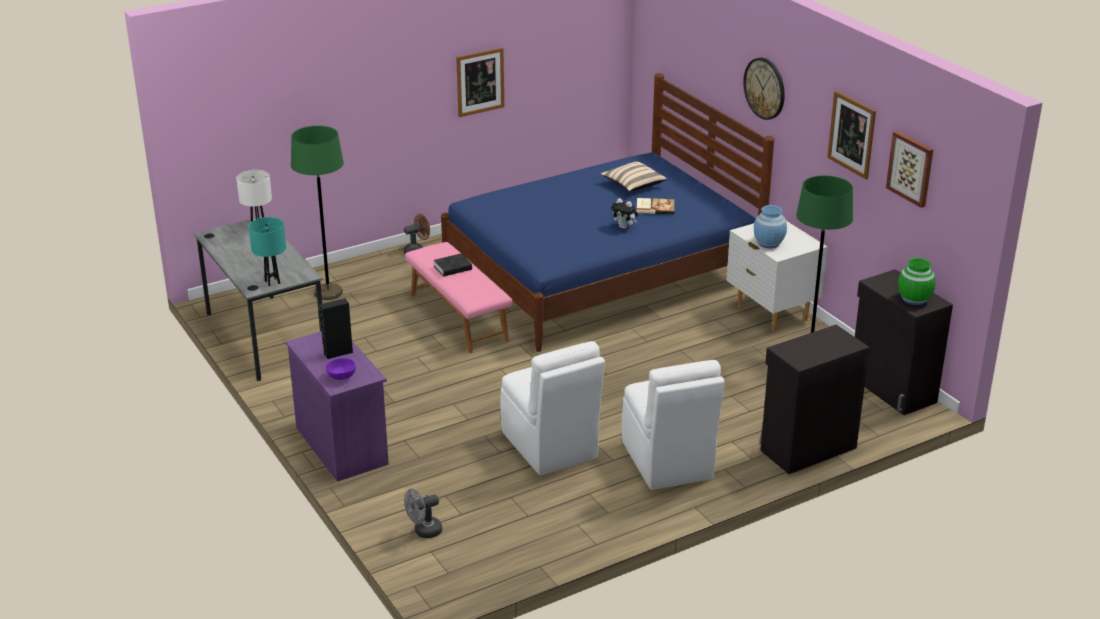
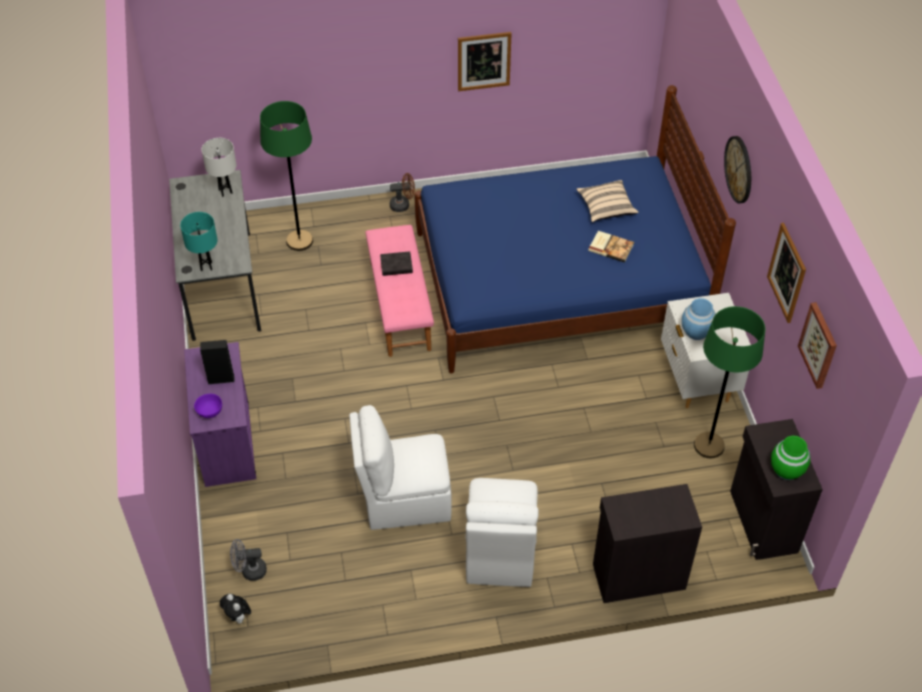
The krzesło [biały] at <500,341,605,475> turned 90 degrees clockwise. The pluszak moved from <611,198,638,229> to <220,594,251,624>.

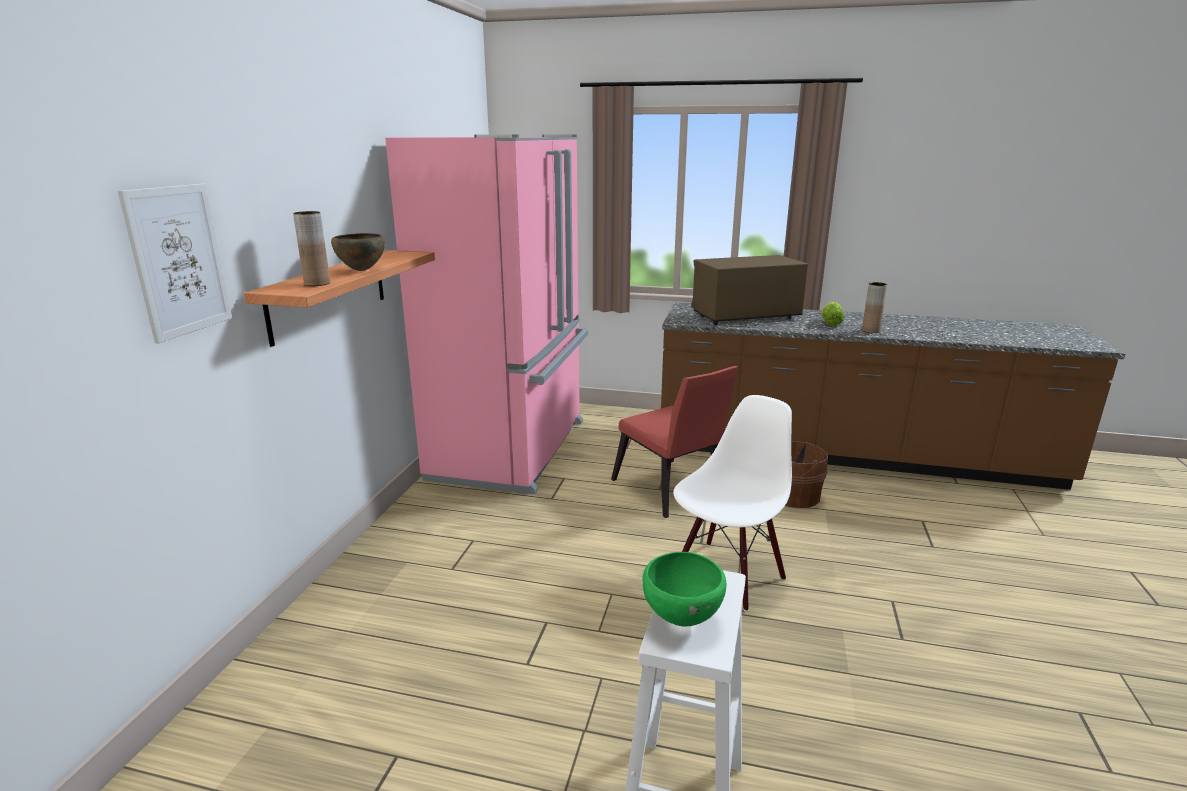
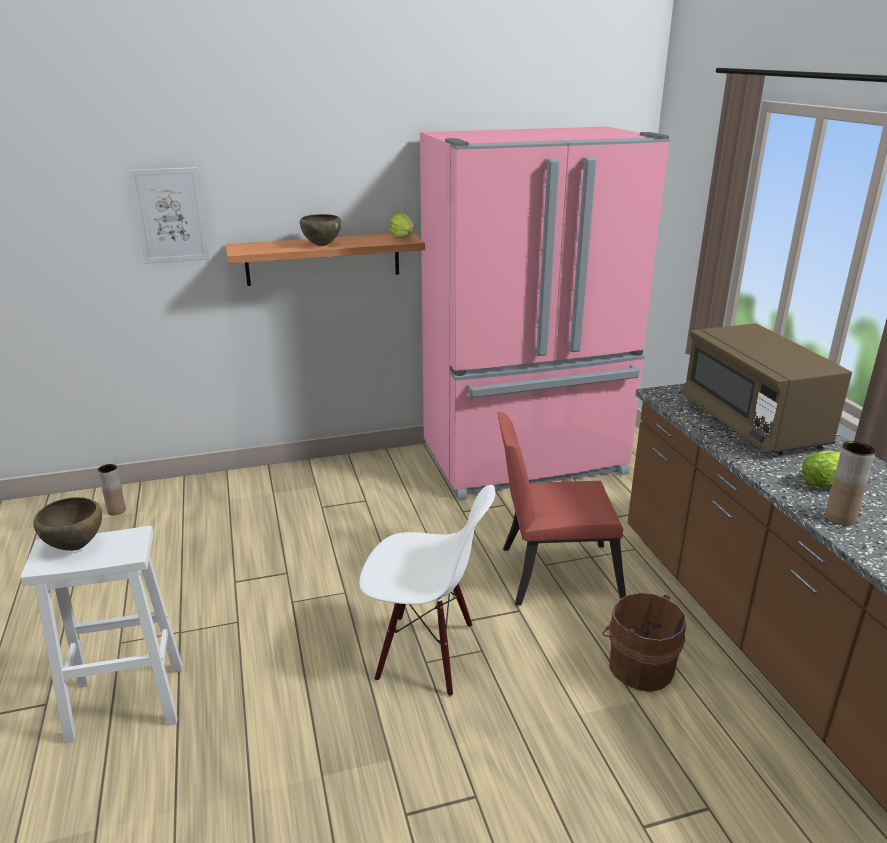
The wazon [brązowy] moved from <293,211,330,286> to <98,464,126,516>. The krzesło [czerwony] at <611,366,738,518> turned 60 degrees clockwise. The miska [zielony] at <643,552,726,626> became the miska [brązowy] at <33,497,102,551>. The mikrofalówka [brązowy] at <691,255,808,325> turned 150 degrees counterclockwise. The sałata at <389,212,414,238> appeared.

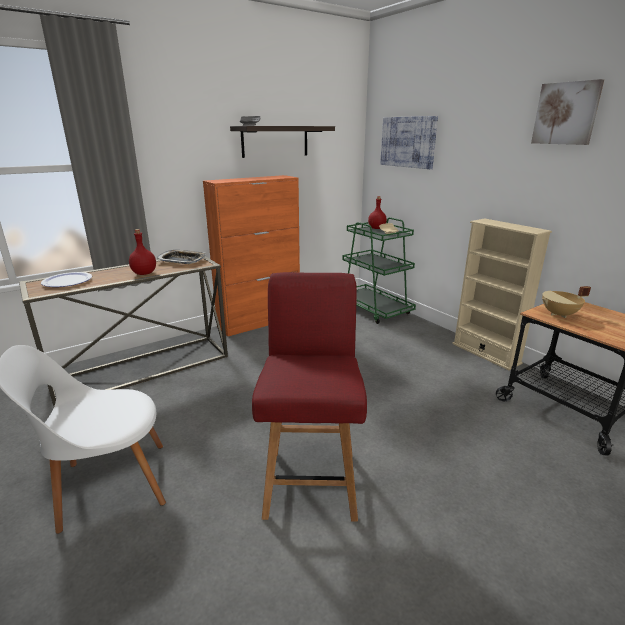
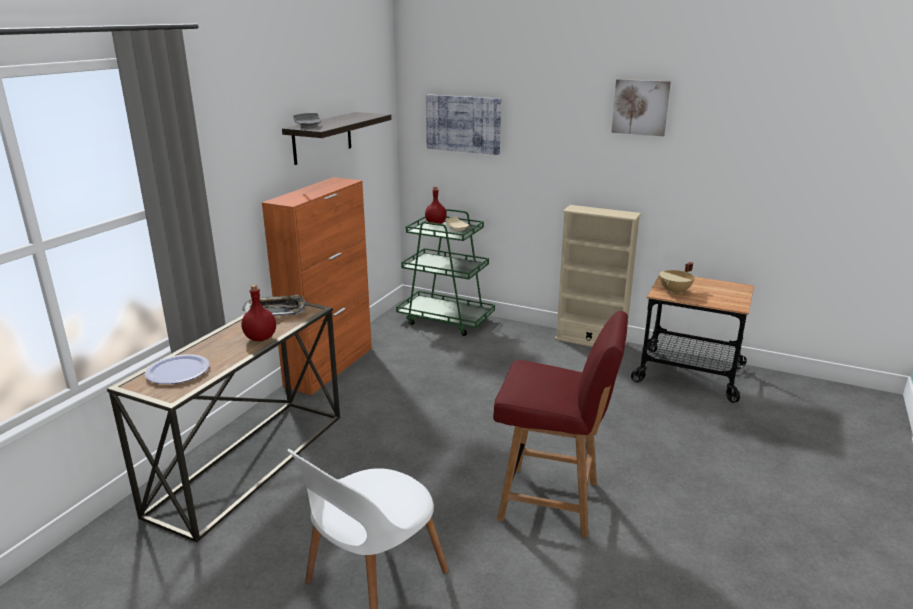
The krzesło [czerwony] at <252,272,367,522> turned 135 degrees clockwise.

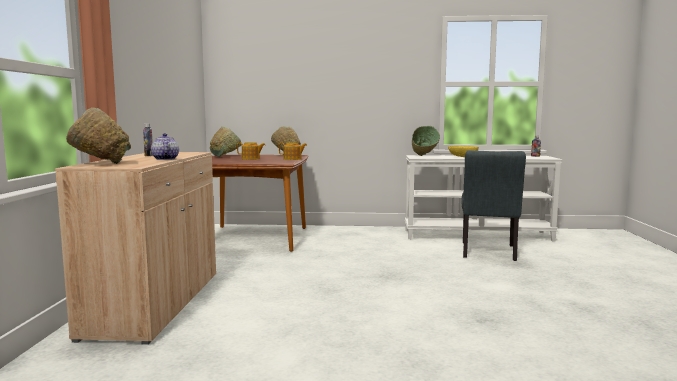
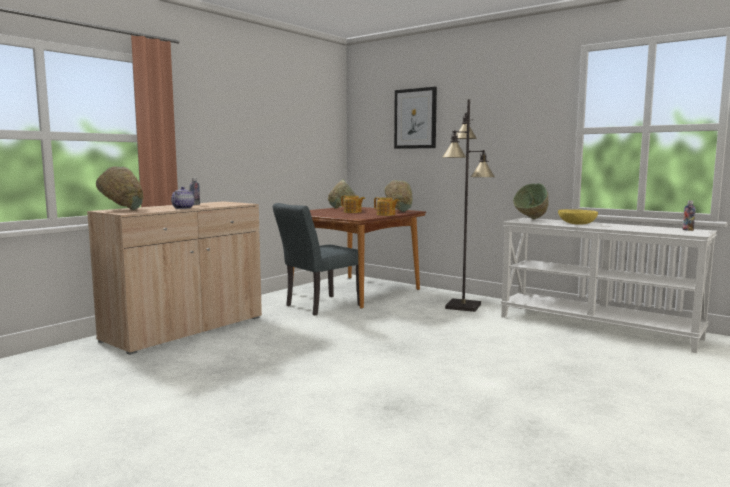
The krzesło [szary] moved from <461,150,526,261> to <273,203,360,315>. The obraz at <394,87,437,149> appeared. The lampa stojąca [czarny] at <442,99,495,312> appeared.

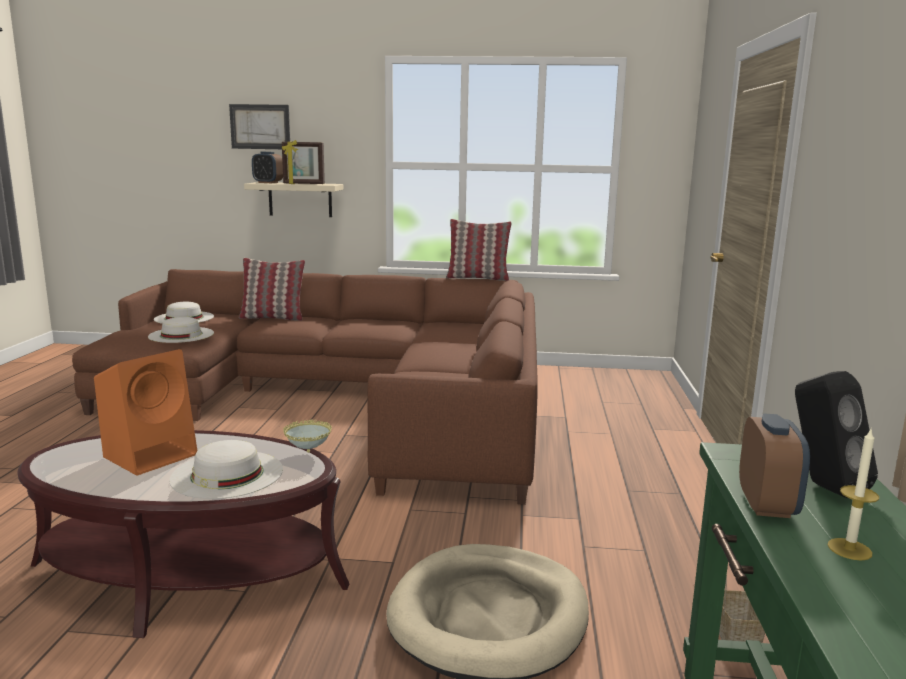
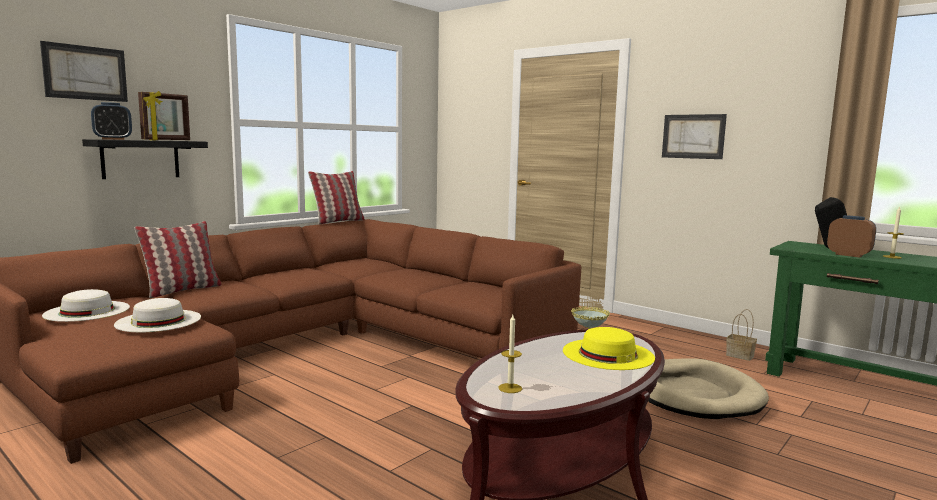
The głośnik [pomarańczowy] at <94,349,197,476> disappeared. The kapelusz [biały] at <169,440,283,499> became the kapelusz [żółty] at <563,327,655,370>. The półka [beżowy] at <244,182,343,217> became the półka [czarny] at <82,139,208,179>. The świeca at <498,315,522,393> appeared. The obraz at <662,114,727,159> appeared.

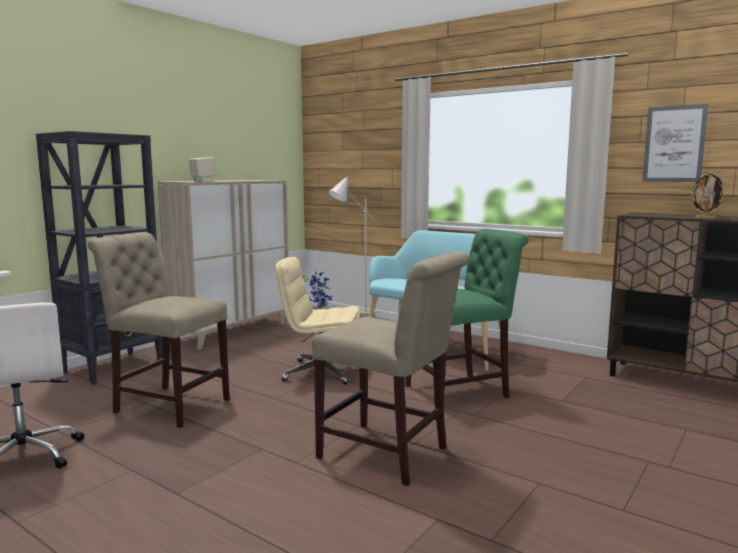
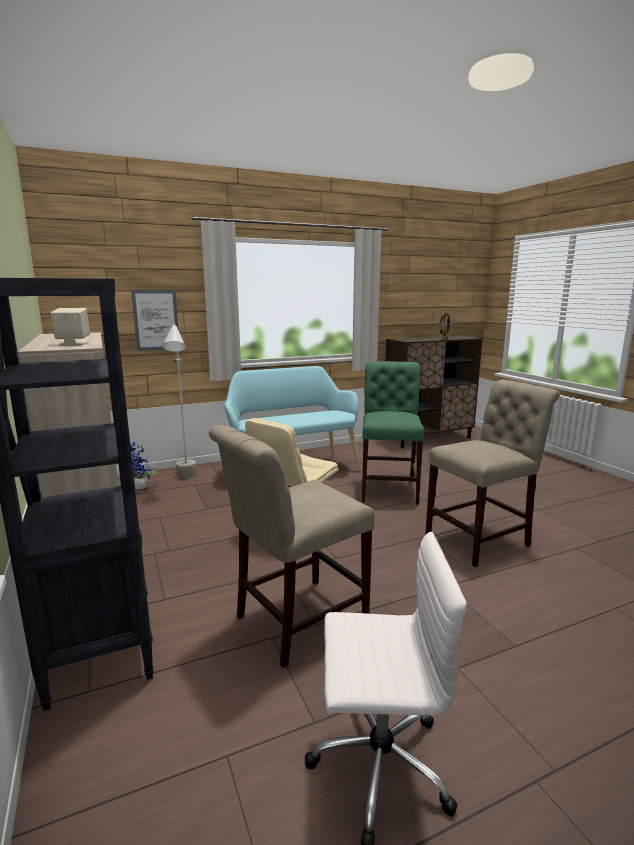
The obraz moved from <642,104,709,182> to <131,290,178,351>.

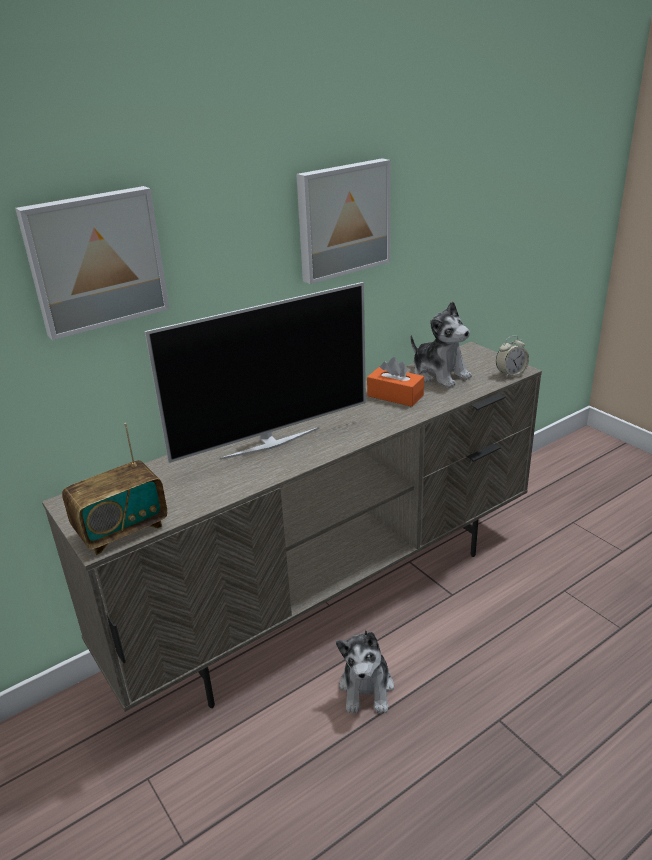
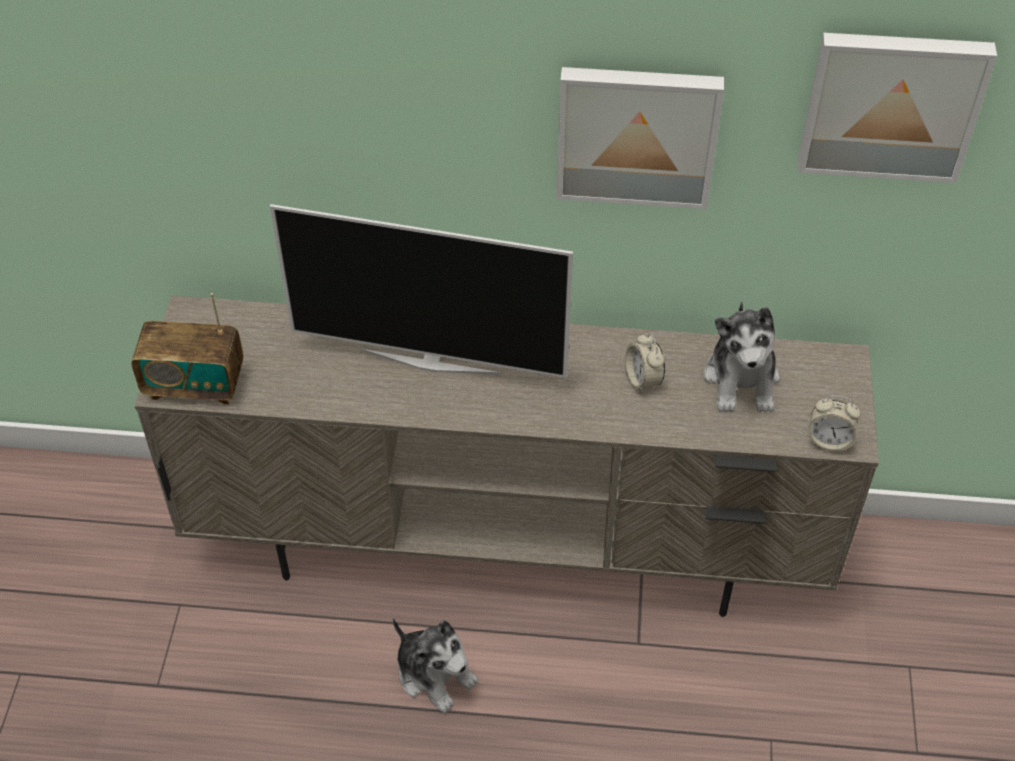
The obraz moved from <15,186,170,340> to <798,33,997,183>. The pluszak at <336,630,394,713> turned 90 degrees counterclockwise. The pudełko chusteczek [pomarańczowy] at <367,357,424,407> was replaced by the budzik at <625,333,665,394>.

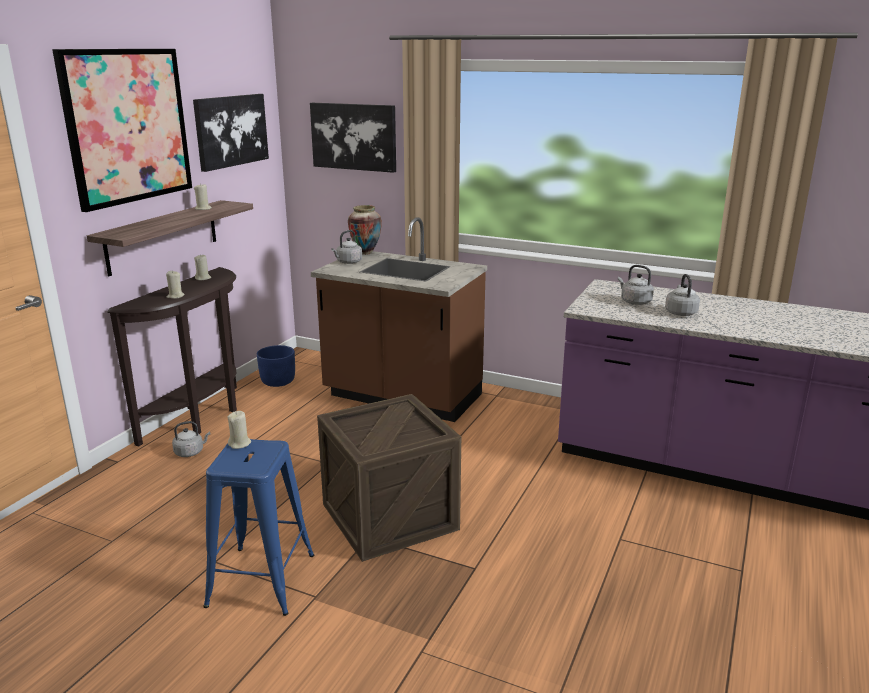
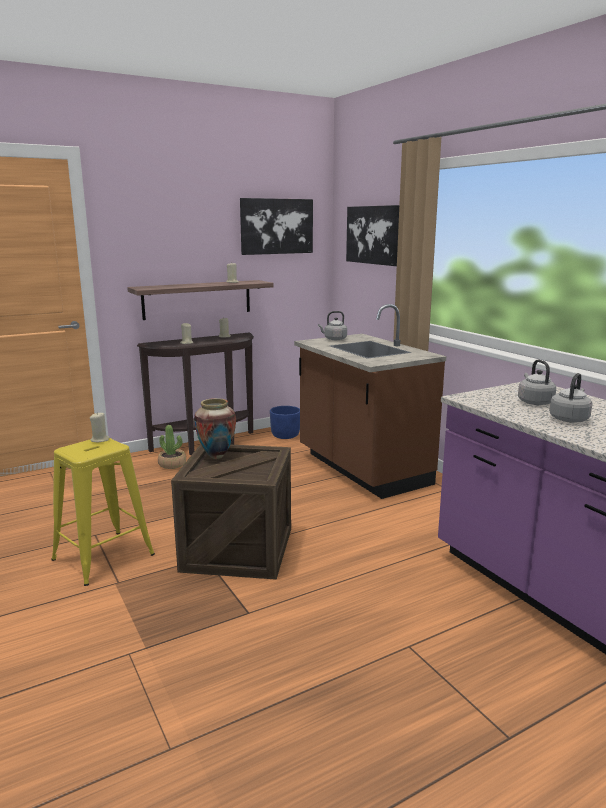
The obraz at <52,49,192,212> disappeared. The czajnik [szary] at <172,421,211,457> was replaced by the roślina doniczkowa at <158,425,186,469>. The stołek [niebieski] at <203,439,314,616> became the stołek [żółty] at <51,438,155,586>. The wazon moved from <348,205,382,255> to <194,398,236,459>.

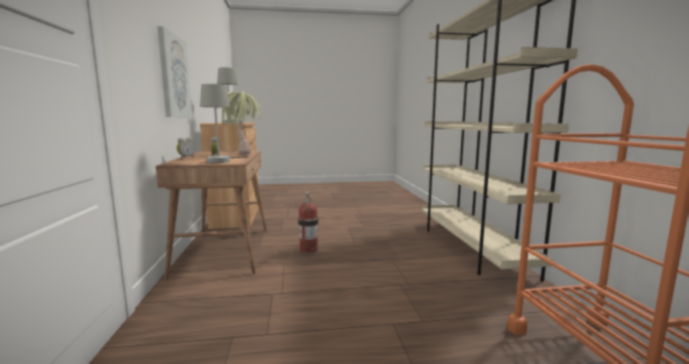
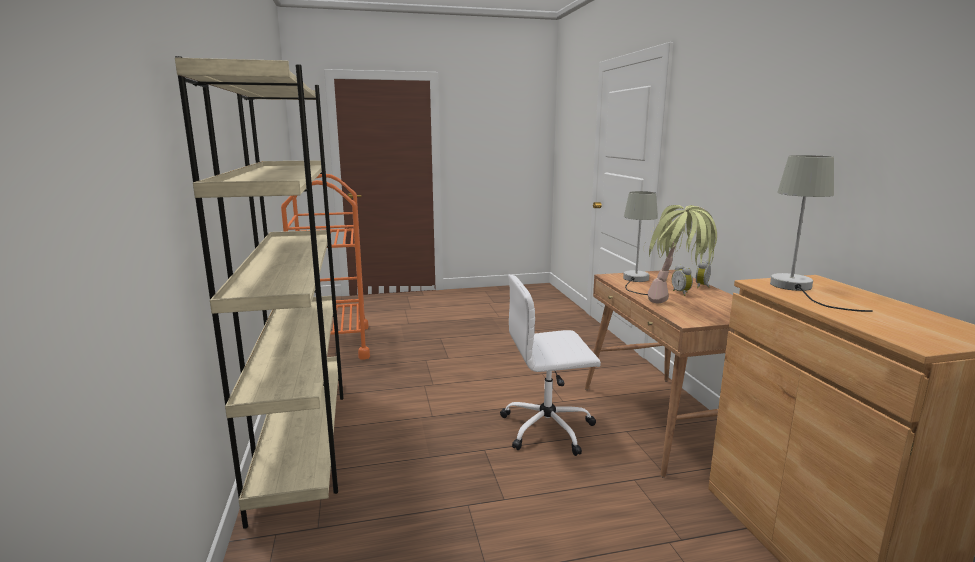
The obraz at <157,26,192,117> disappeared. The gaśnica at <298,192,318,253> was replaced by the krzesło biurowe [biały] at <500,274,601,456>.

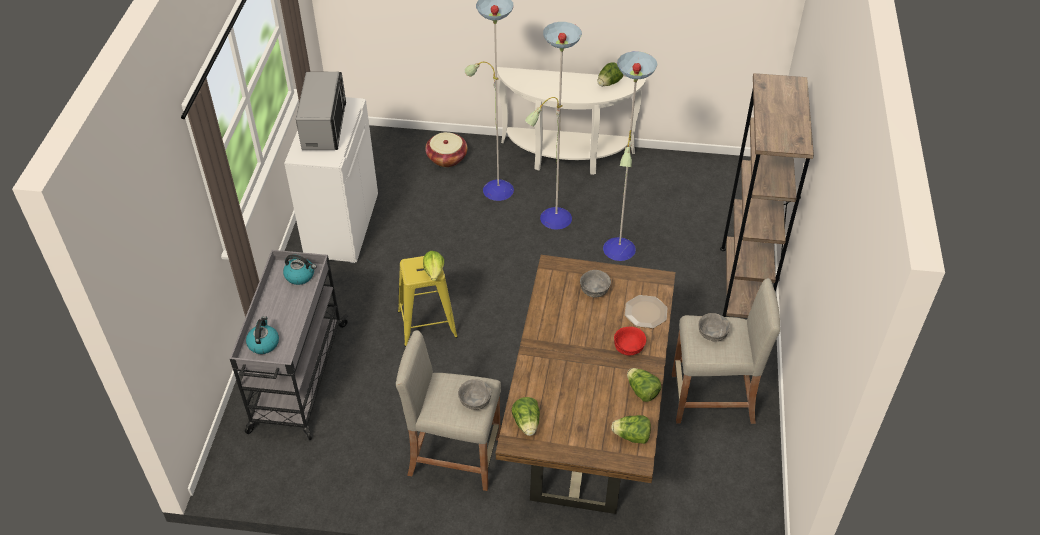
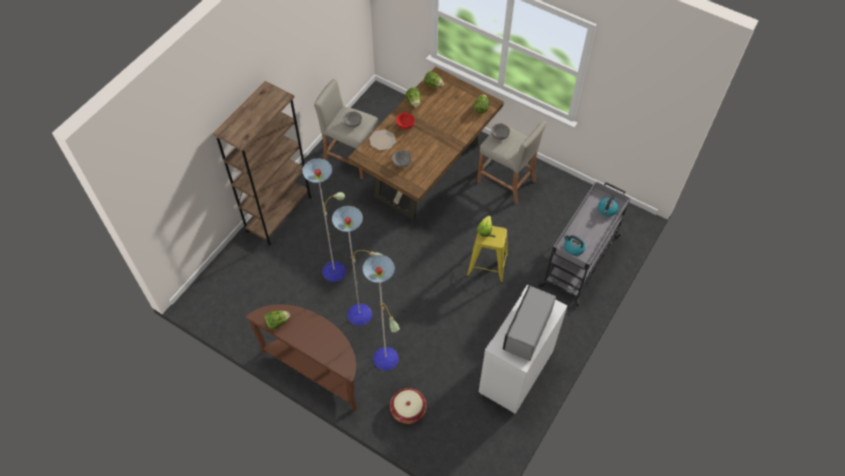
The stolik konsolowy [biały] at <497,67,646,175> became the stolik konsolowy [brązowy] at <246,304,358,411>.

